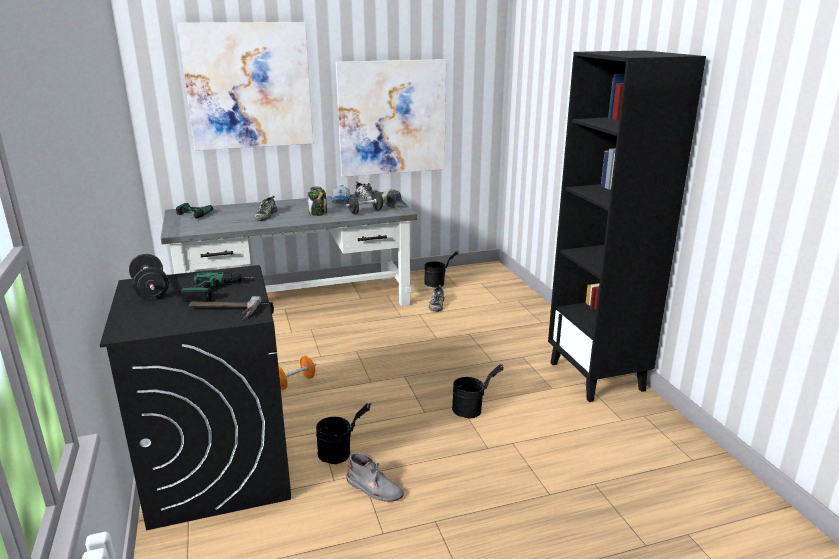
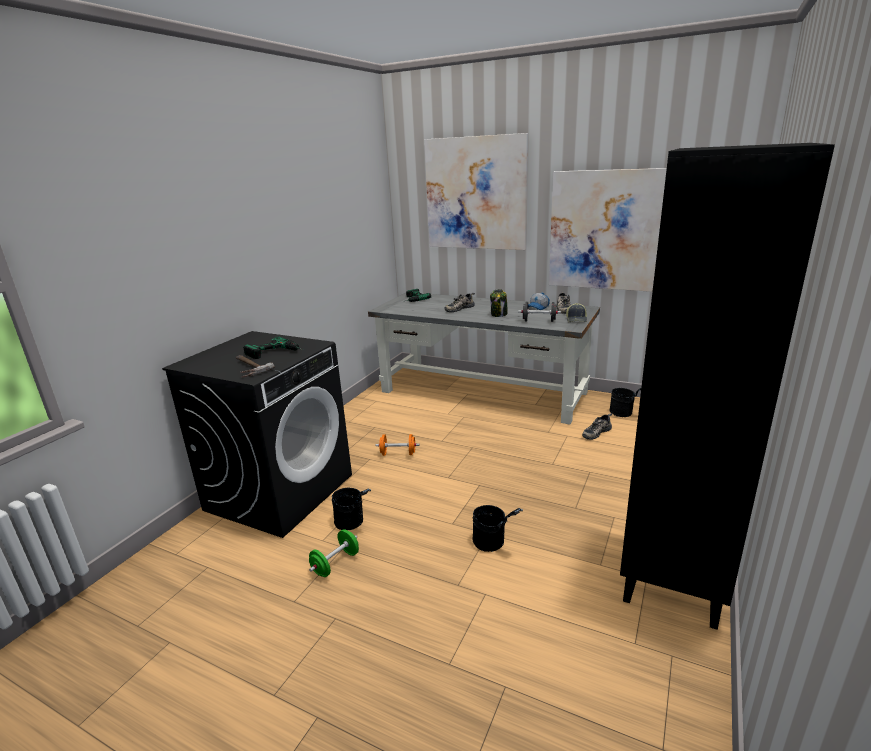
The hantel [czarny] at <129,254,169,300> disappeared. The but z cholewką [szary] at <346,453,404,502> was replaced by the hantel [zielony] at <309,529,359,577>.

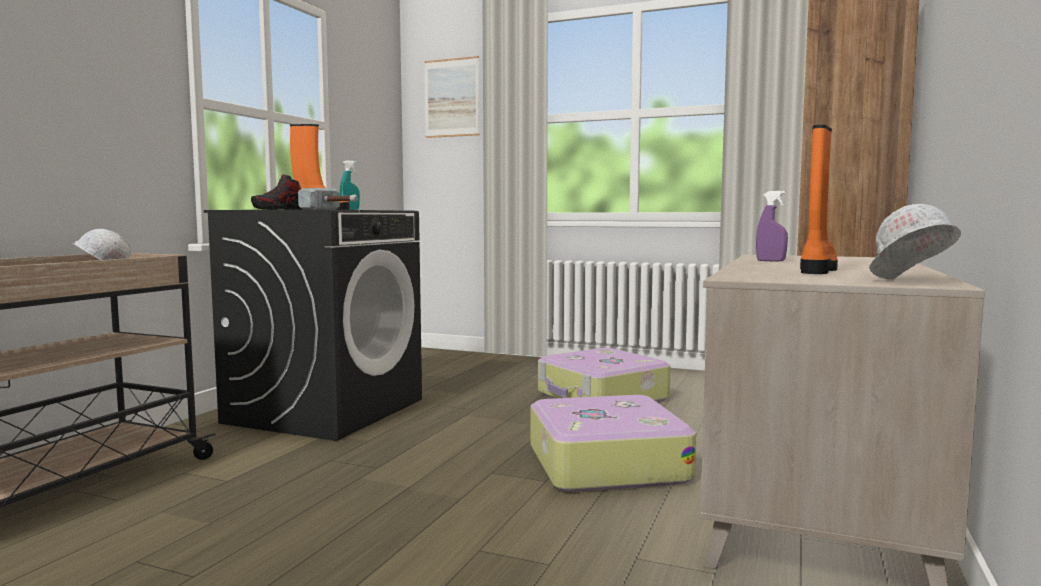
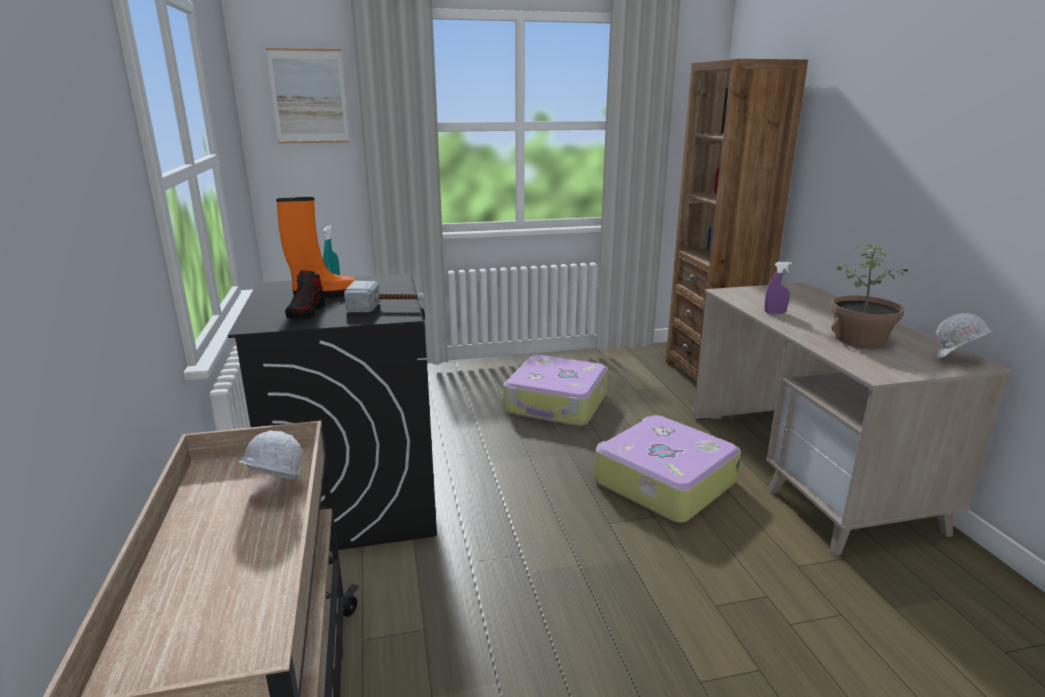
The but z cholewką [pomarańczowy] at <800,125,838,274> was replaced by the roślina doniczkowa at <831,244,908,348>.

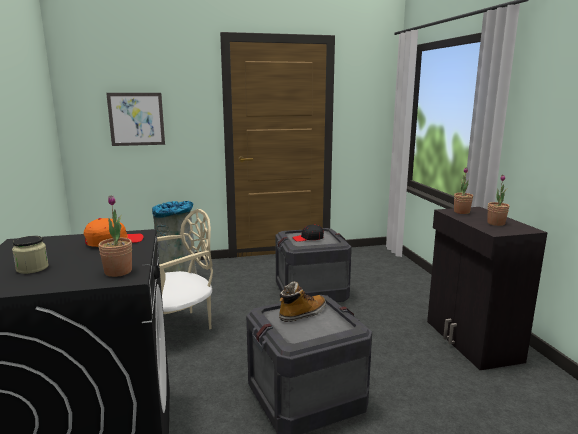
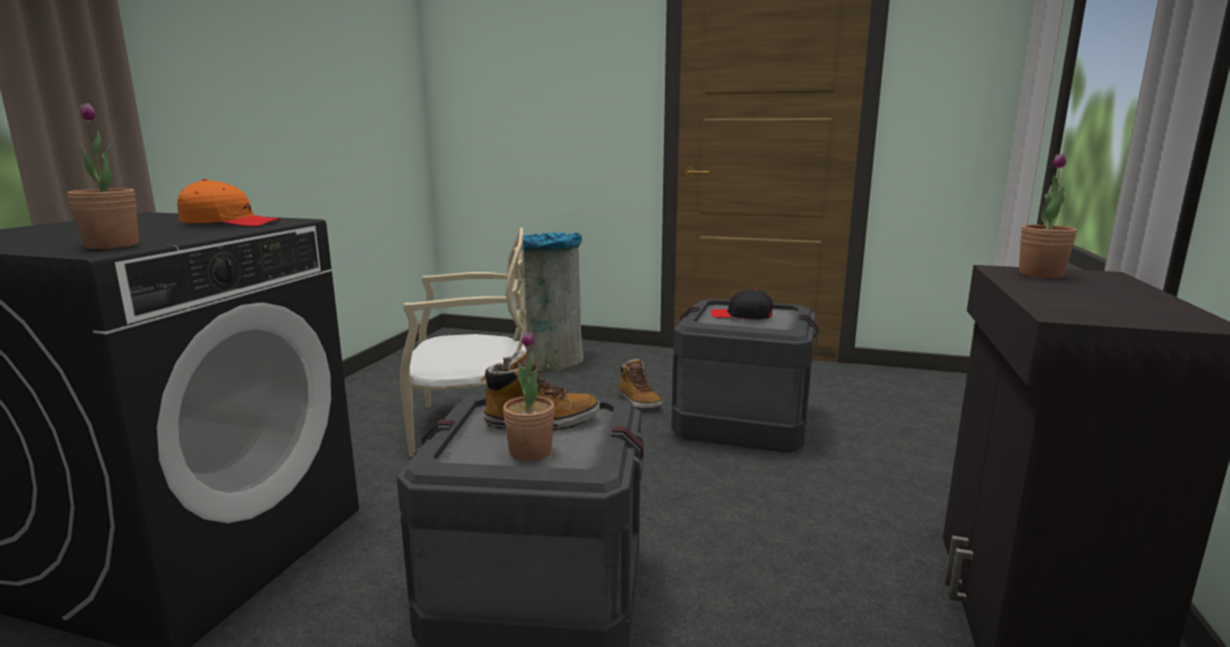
The słoik at <12,236,49,274> disappeared. The obraz at <106,93,165,146> disappeared. The roślina doniczkowa moved from <487,175,509,226> to <503,330,555,461>. The but z cholewką at <618,359,663,409> appeared.

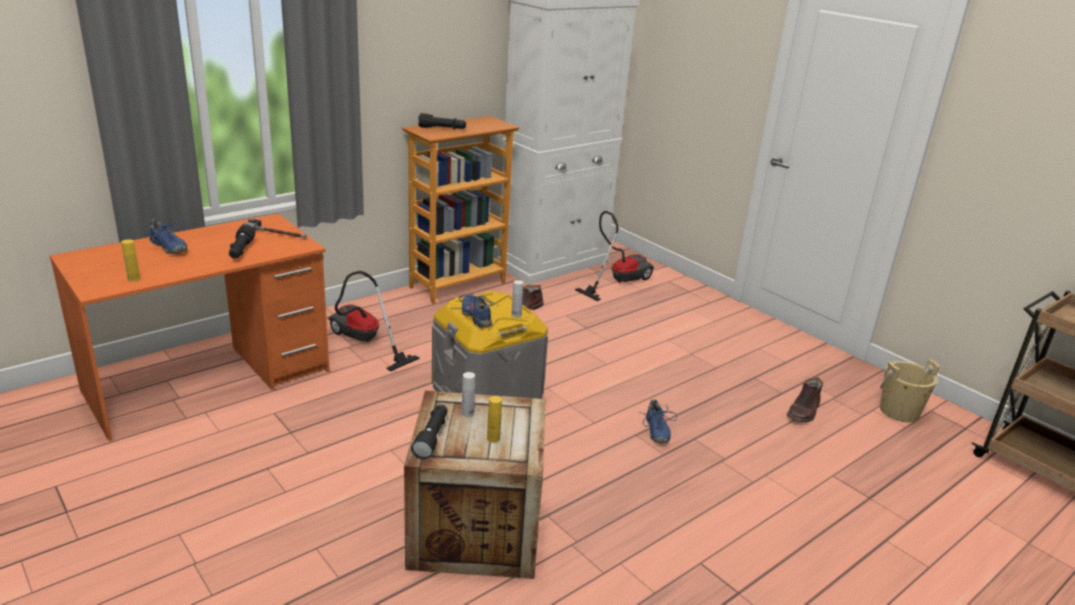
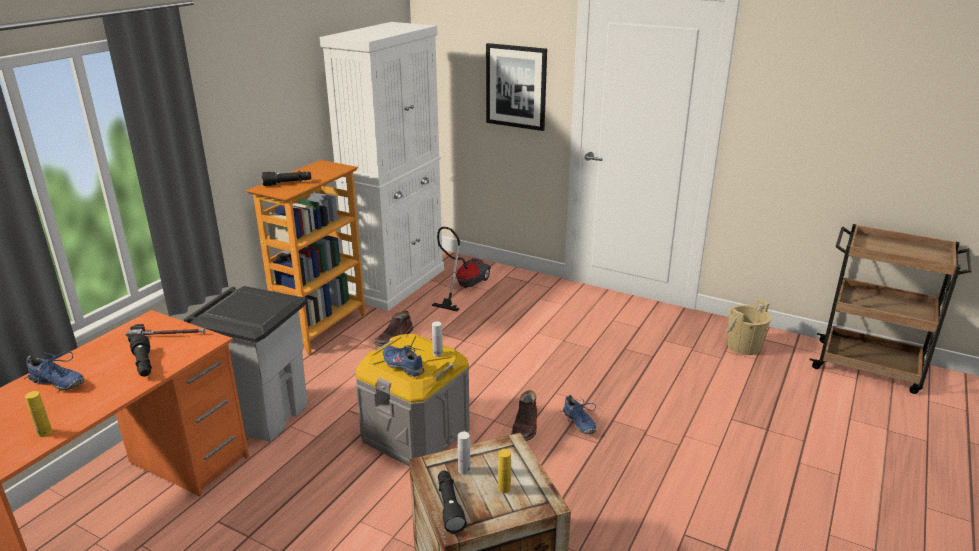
The odkurzacz at <328,271,420,372> was replaced by the kosz na śmieci [szary] at <184,286,307,442>. The but z cholewką [brązowy] moved from <787,377,823,422> to <511,390,537,441>. The obraz at <486,43,547,131> appeared.

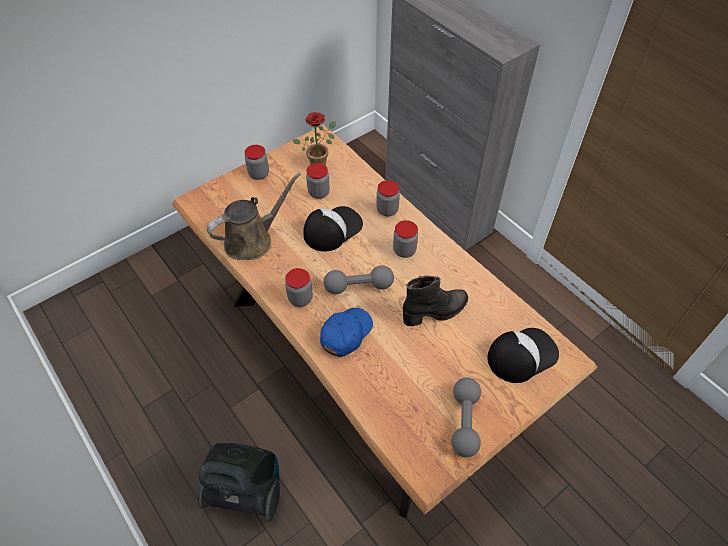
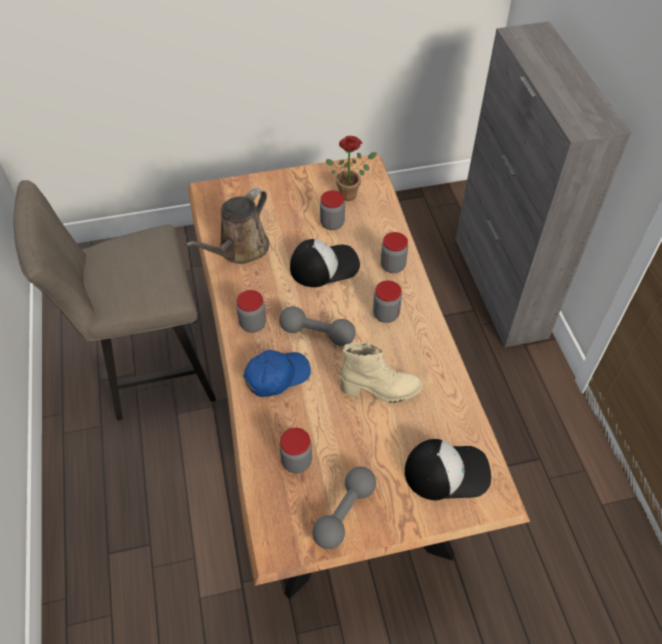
The odkurzacz at <198,443,280,521> disappeared. The konewka [brązowy] at <207,173,301,260> turned 135 degrees clockwise. The słoik moved from <244,145,269,180> to <279,428,312,473>. The but z cholewką [czarny] at <403,276,468,326> became the but z cholewką [beżowy] at <340,342,423,403>. The stołek [beżowy] at <13,180,216,421> appeared.

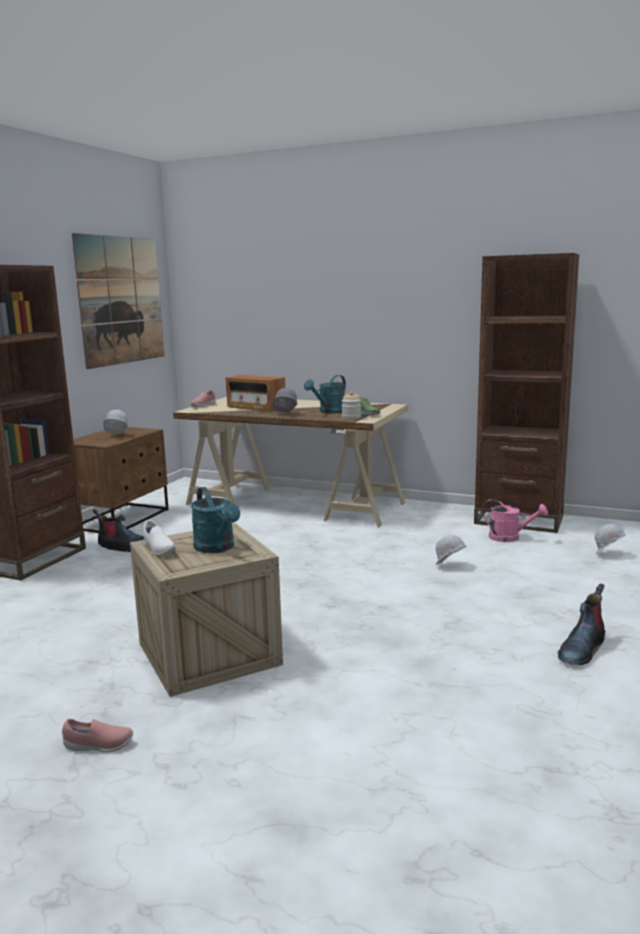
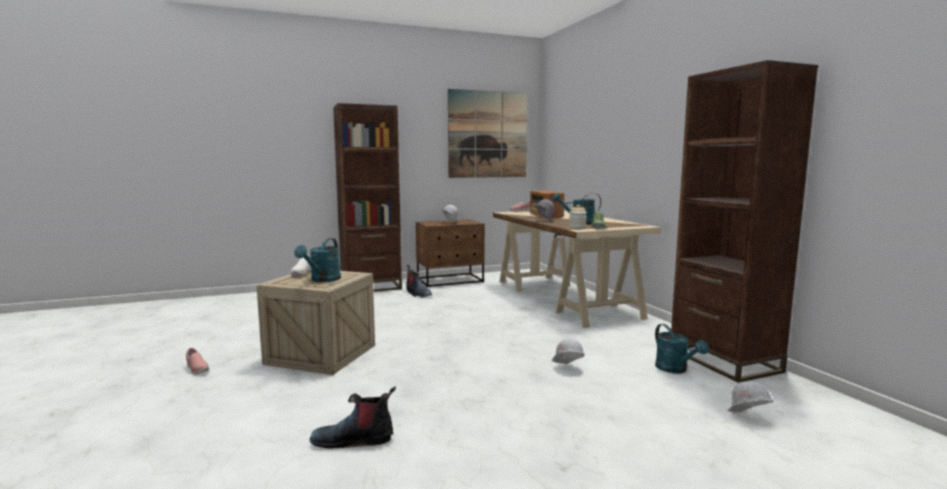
The konewka [różowy] at <482,499,548,542> became the konewka [turkusowy] at <655,324,708,373>. The but z cholewką moved from <558,584,605,665> to <310,386,396,449>.

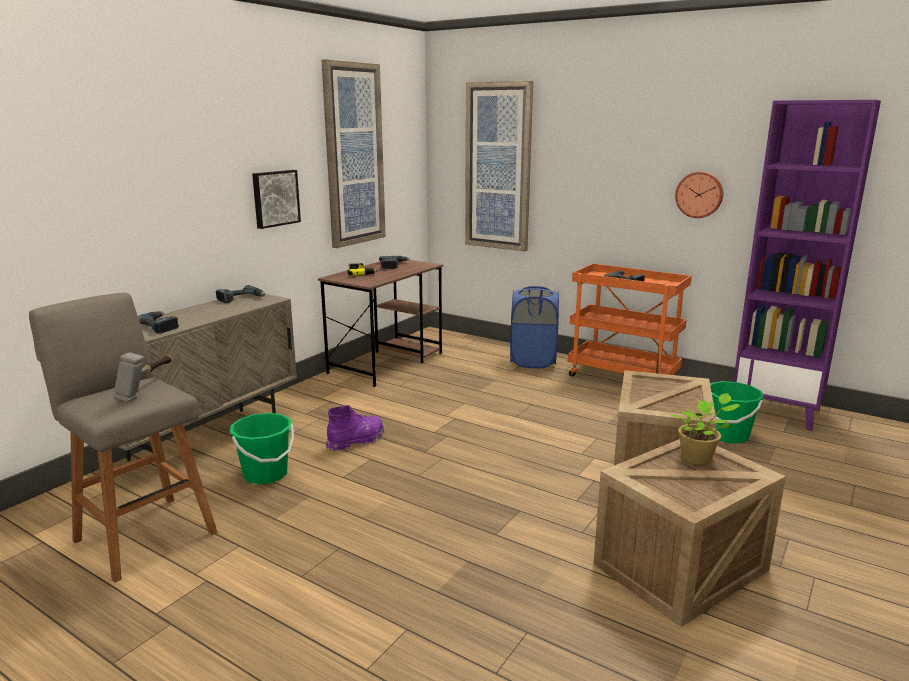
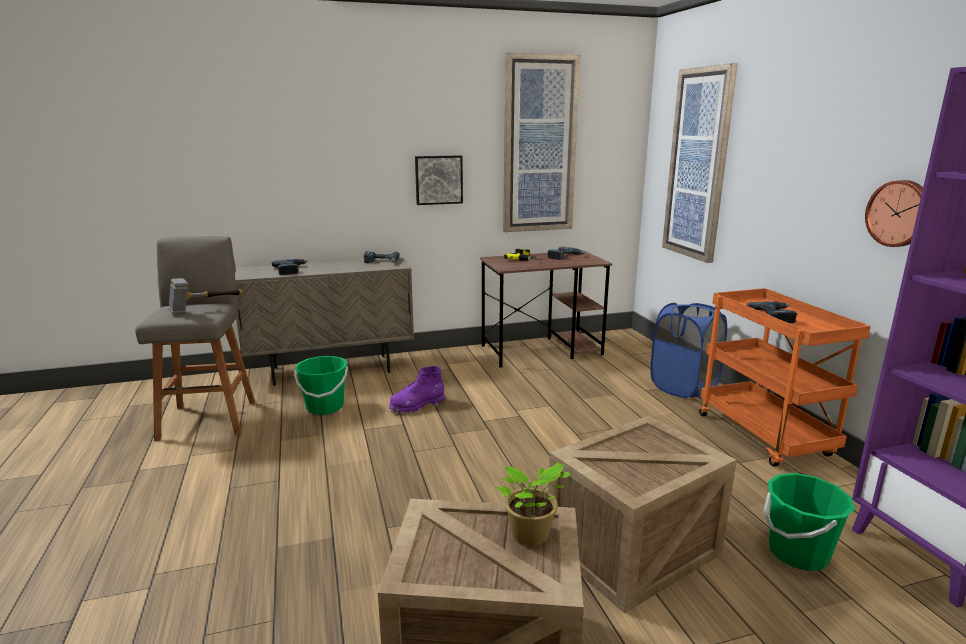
The but z cholewką [fioletowy] at <326,405,384,451> turned 150 degrees clockwise.

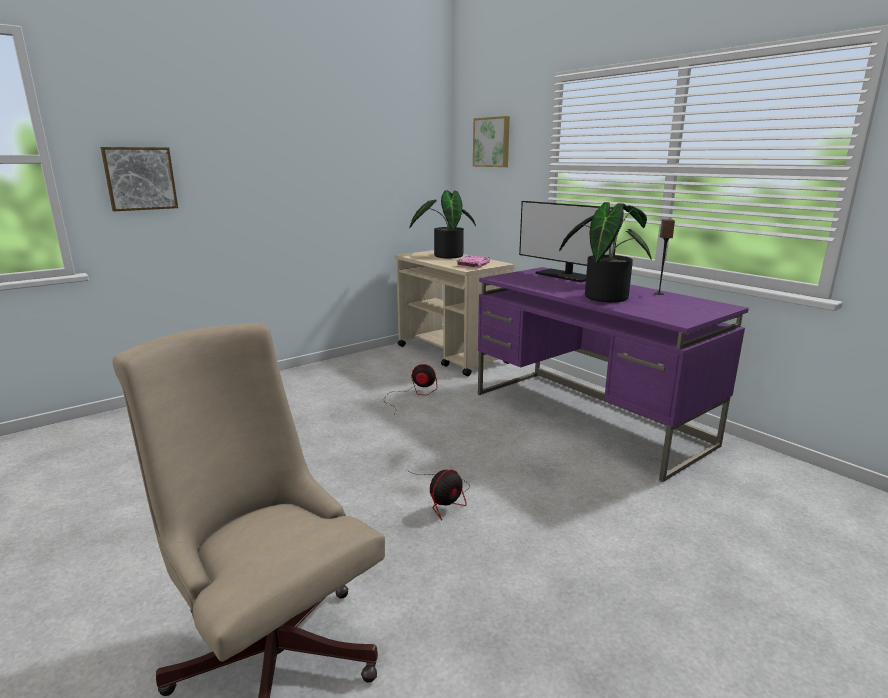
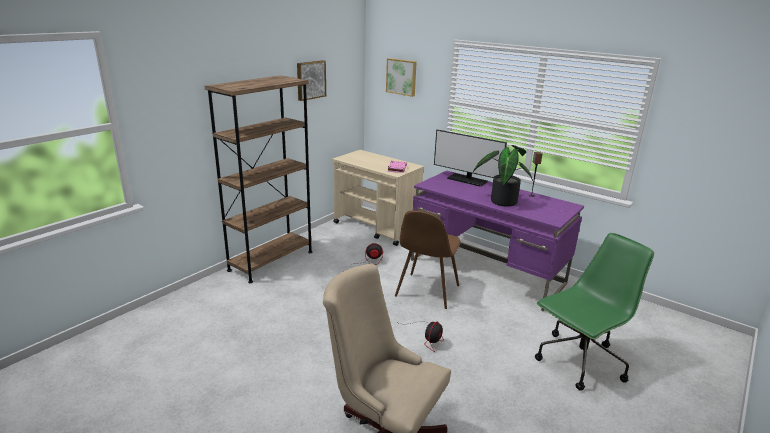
The obraz moved from <101,147,178,211> to <297,60,326,101>. The roślina doniczkowa at <410,190,476,258> disappeared. The regał [brązowy] at <205,75,312,283> appeared. The krzesło [brązowy] at <395,210,461,309> appeared. The krzesło biurowe [zielony] at <535,233,654,391> appeared.

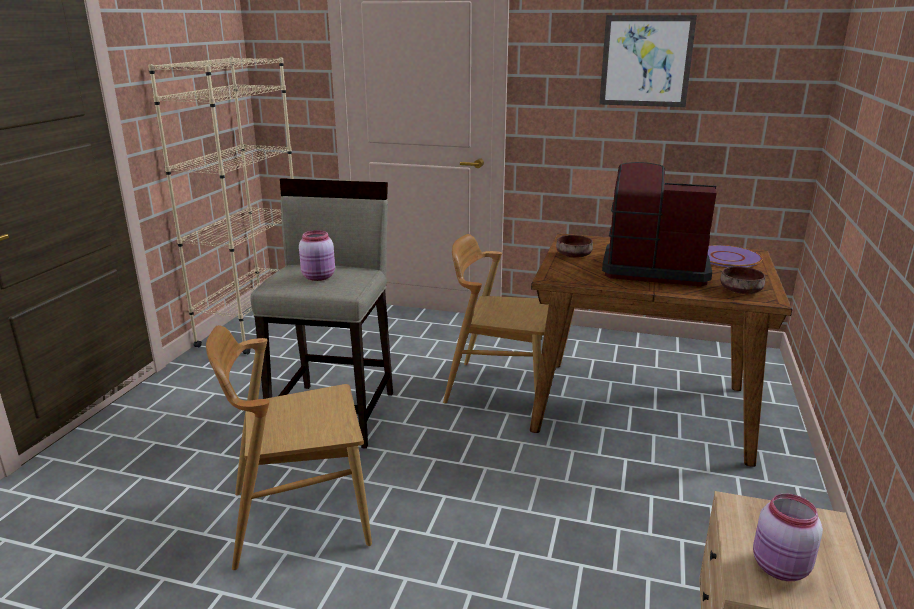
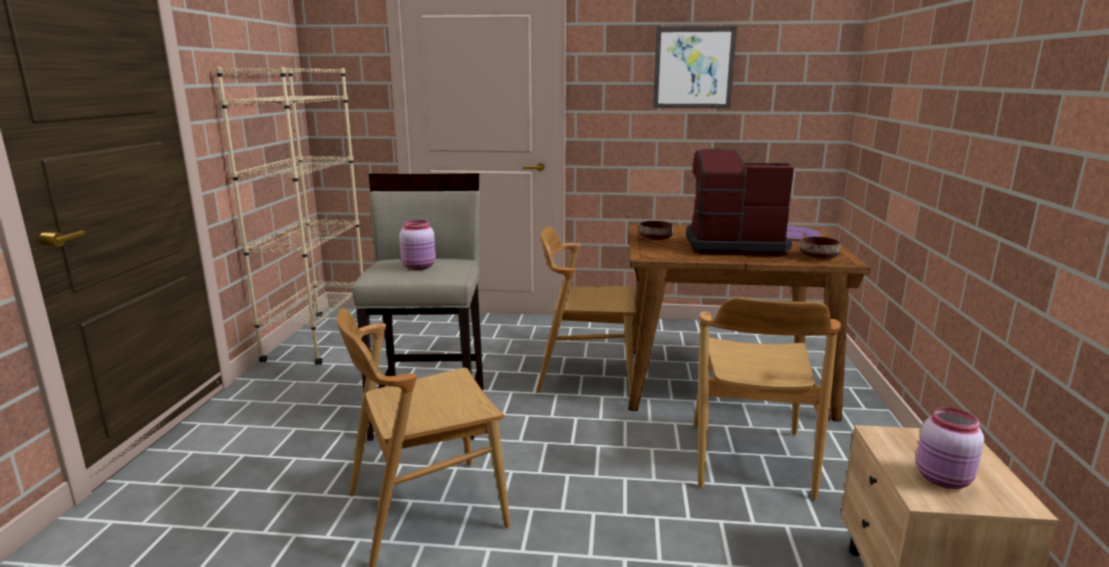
The krzesło [brązowy] at <694,297,841,500> appeared.

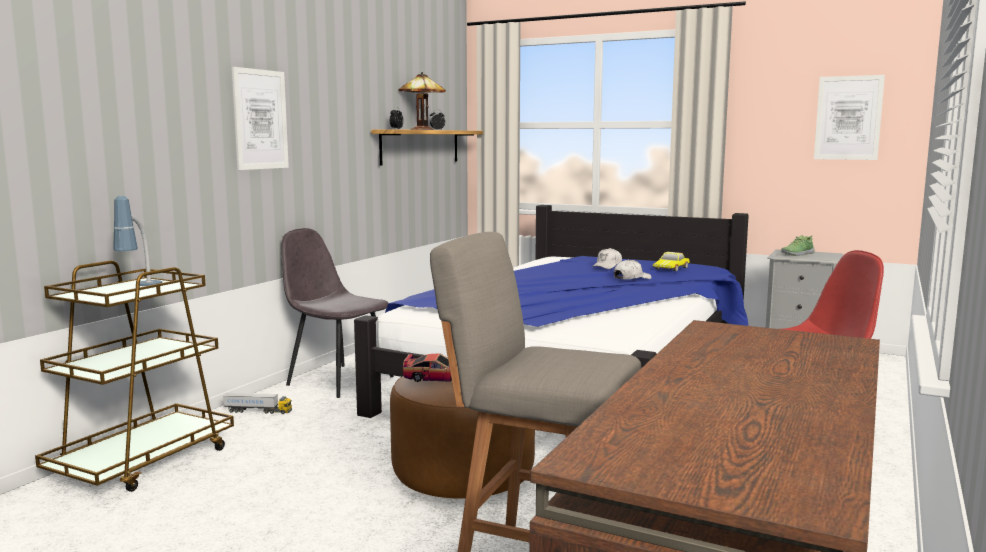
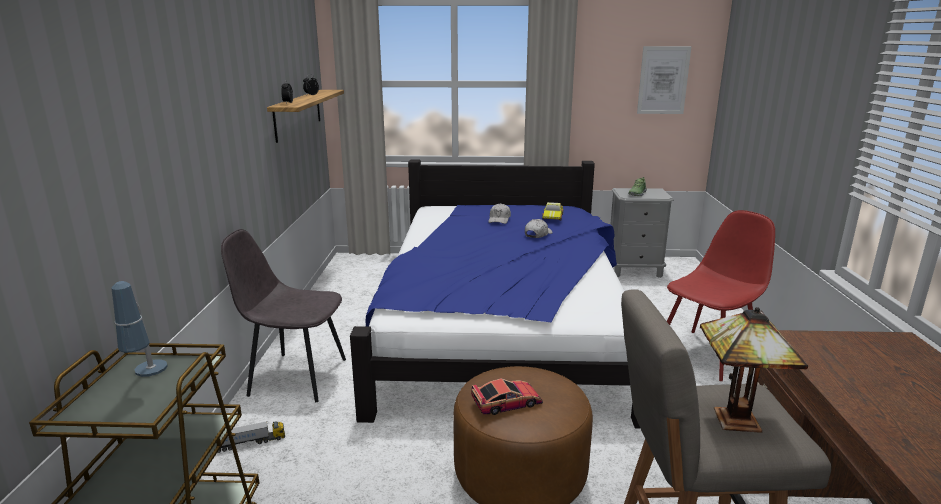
The obraz at <232,67,289,170> disappeared. The lampa stołowa moved from <399,72,446,130> to <700,307,808,433>.

